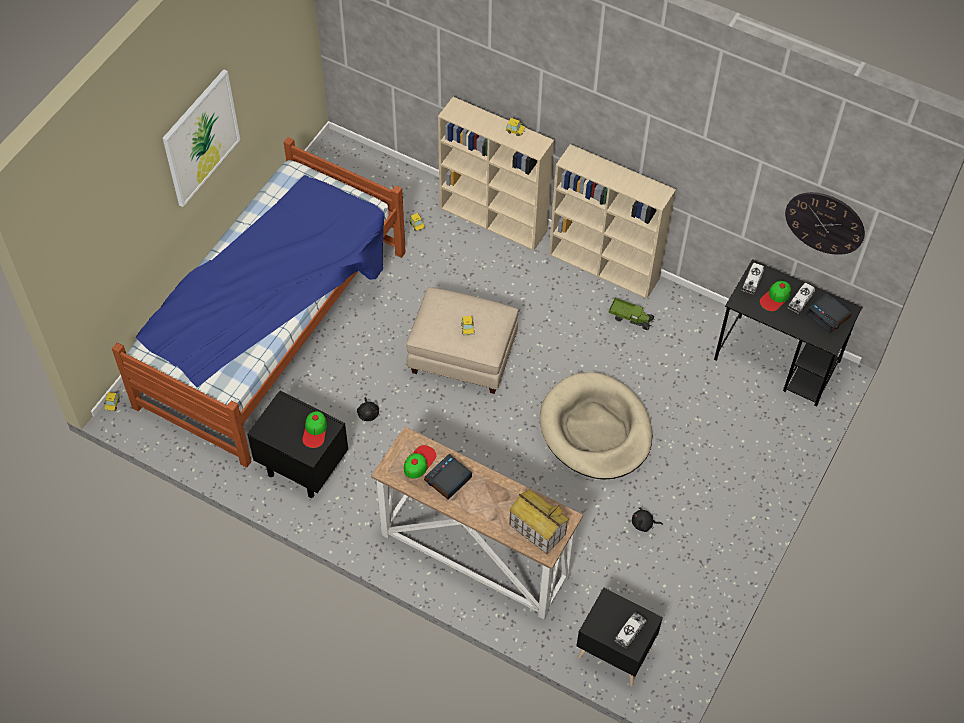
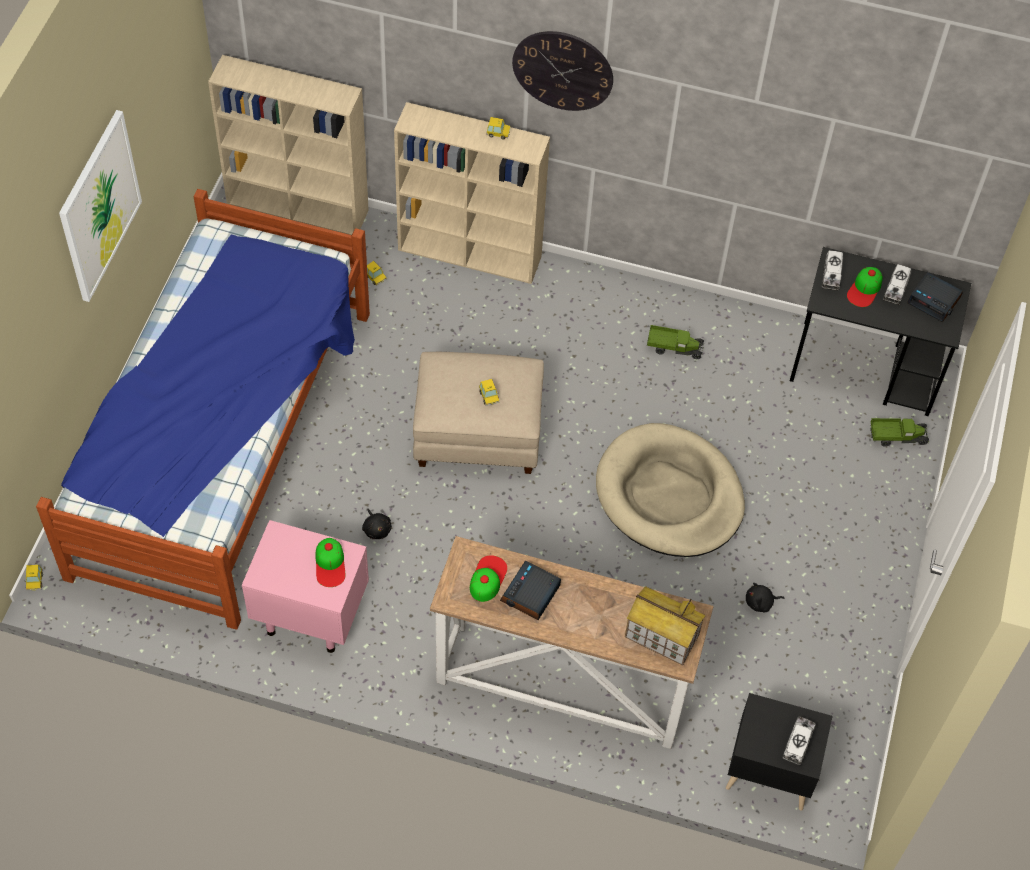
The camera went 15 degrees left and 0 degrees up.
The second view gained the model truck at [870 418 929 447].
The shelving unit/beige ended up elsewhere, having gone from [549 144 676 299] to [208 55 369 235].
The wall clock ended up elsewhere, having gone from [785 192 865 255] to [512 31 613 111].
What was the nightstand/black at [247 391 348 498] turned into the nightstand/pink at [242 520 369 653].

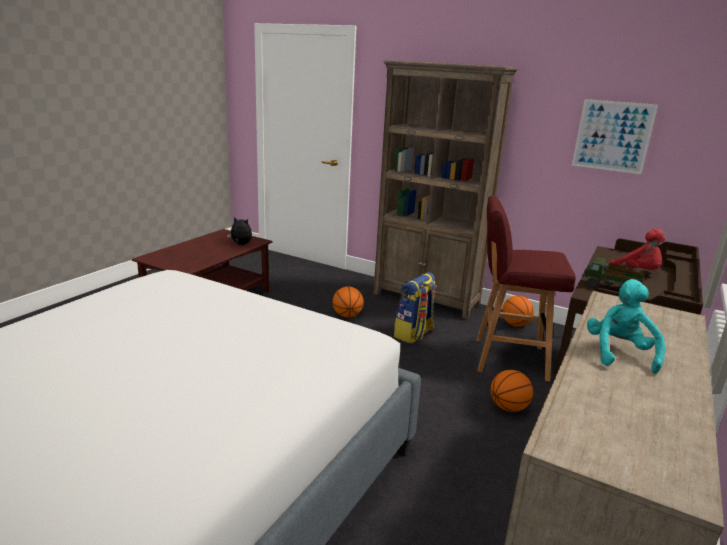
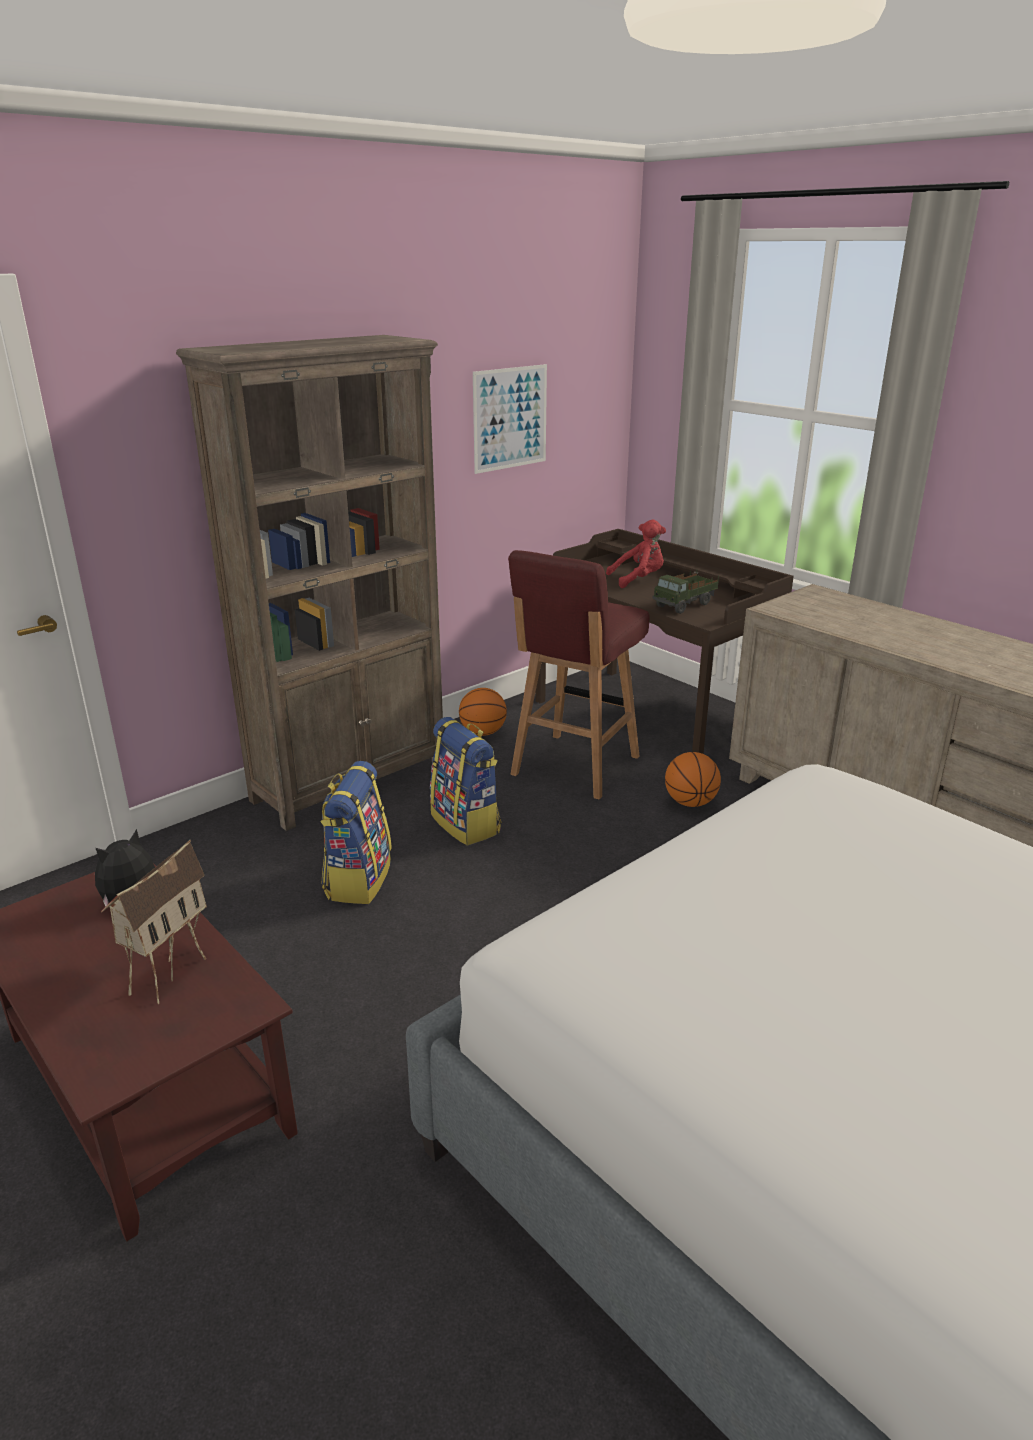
The camera went 70 degrees left and 5 degrees up.
The second view lost the soft toy/blue-green at [587 279 665 374].
The second view gained the model house at [101 840 207 1004].
Where the basketball ball stood at [333 286 364 317], the backpack came to stand at [320 761 392 904].

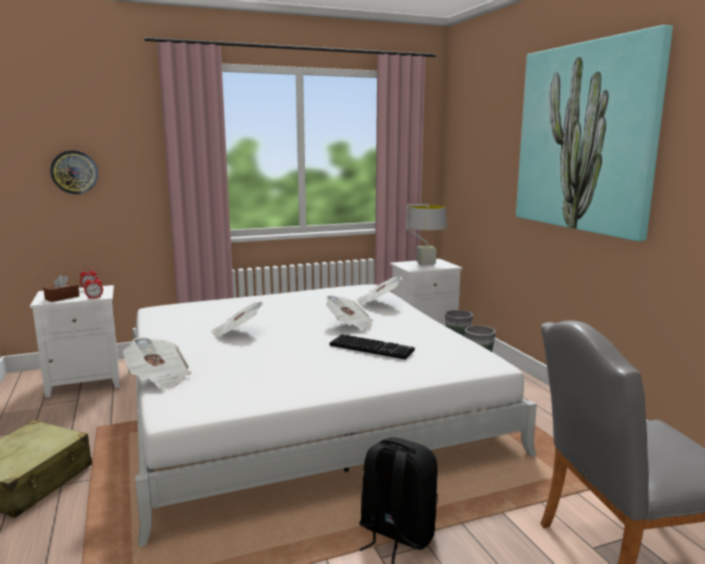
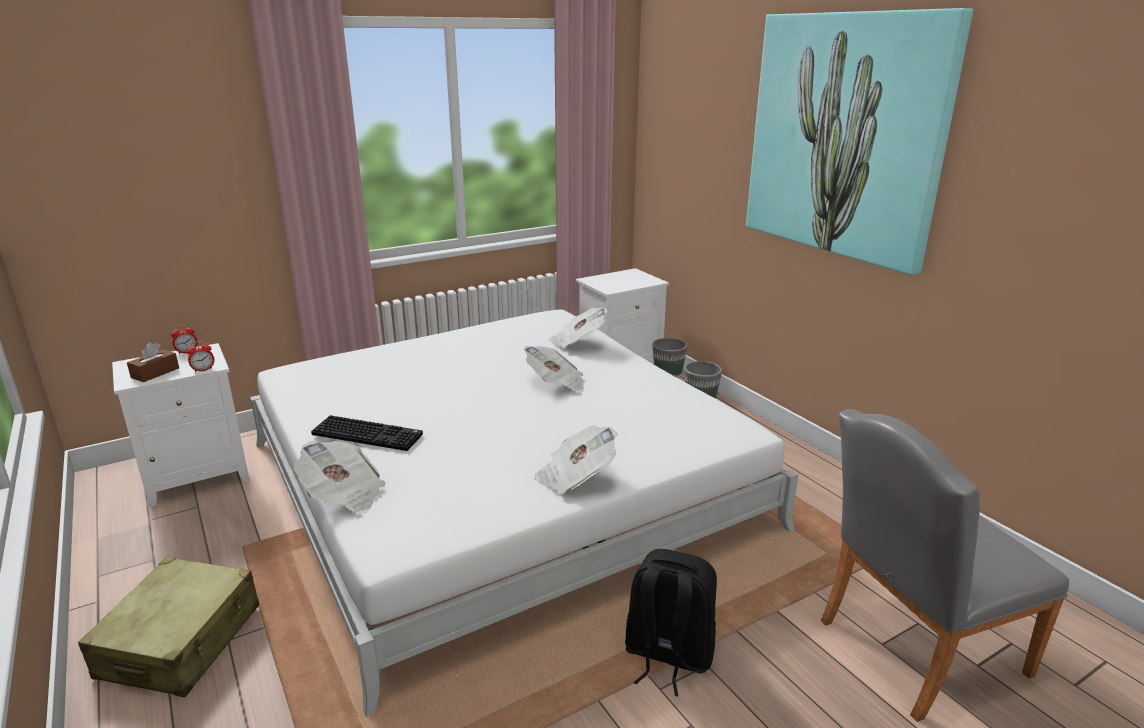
The camera went 10 degrees left and 10 degrees up.
The second view lost the wall clock at [50 150 98 194].
The second view lost the table lamp/gray at [406 204 447 266].
The daily paper ended up elsewhere, having gone from [211 302 263 337] to [534 425 617 494].
The computer keyboard ended up elsewhere, having gone from [330 334 415 359] to [311 415 423 451].

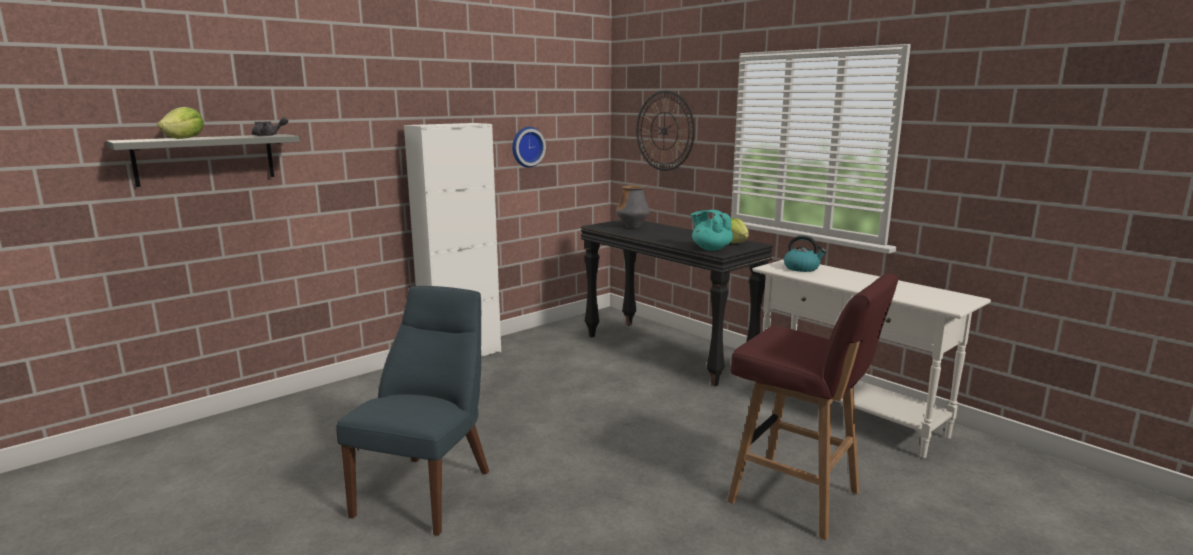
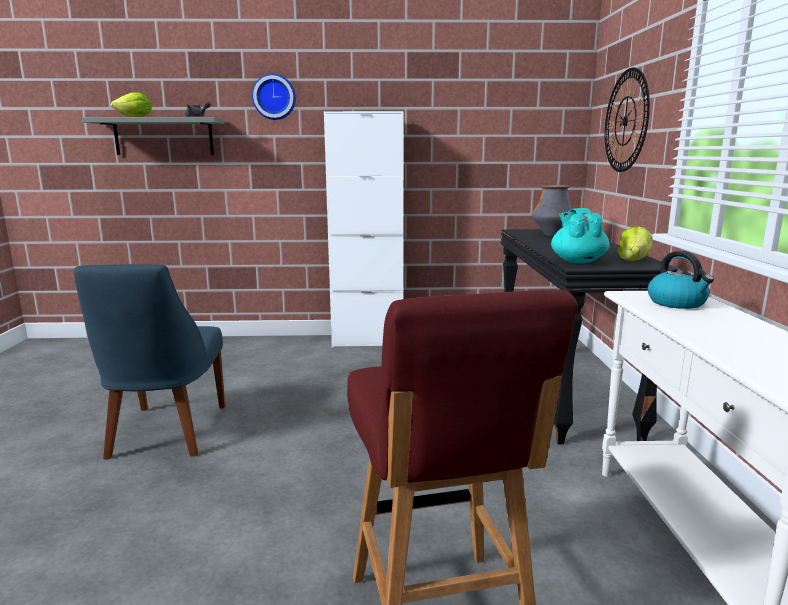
The camera went 40 degrees right and 0 degrees up.
The wall clock ended up elsewhere, having gone from [512 127 546 168] to [252 74 296 120].
The upright chair/blue-coloured at [336 286 489 536] ended up facing another way, 120 degrees clockwise from before.

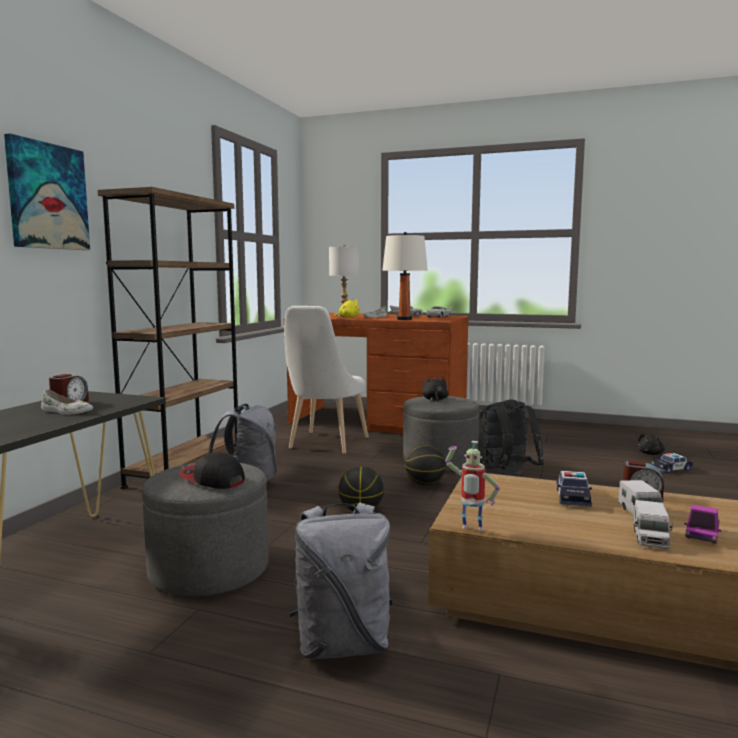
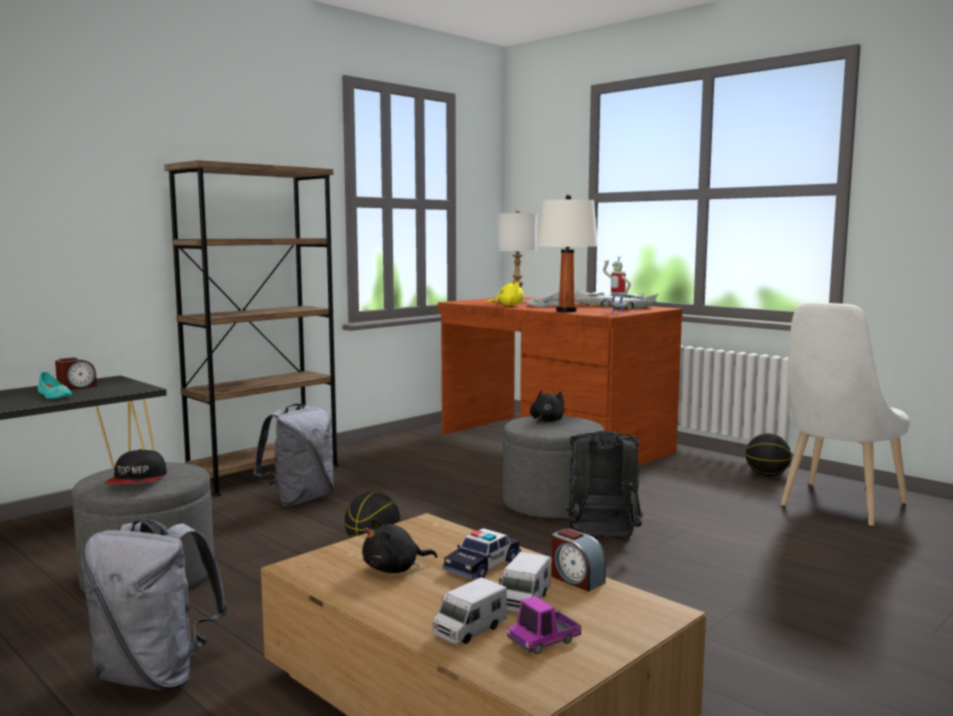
The camera went 25 degrees right and 0 degrees up.
The second view lost the wall art at [4 133 90 250].
The second view lost the model car at [651 453 694 473].
The upright chair/white-coloured ended up elsewhere, having gone from [284 306 368 454] to [781 302 910 526].
The basketball ball ended up elsewhere, having gone from [405 445 446 485] to [746 433 791 477].
The model robot ended up elsewhere, having gone from [445 441 500 531] to [603 257 631 314].
The soft toy/black ended up elsewhere, having gone from [638 433 665 455] to [362 518 437 573].
What was the shoe/white-coloured at [41 389 93 415] turned into the shoe/blue-green at [38 372 72 399].
The cap at [179 452 245 489] ended up facing another way, 150 degrees counterclockwise from before.

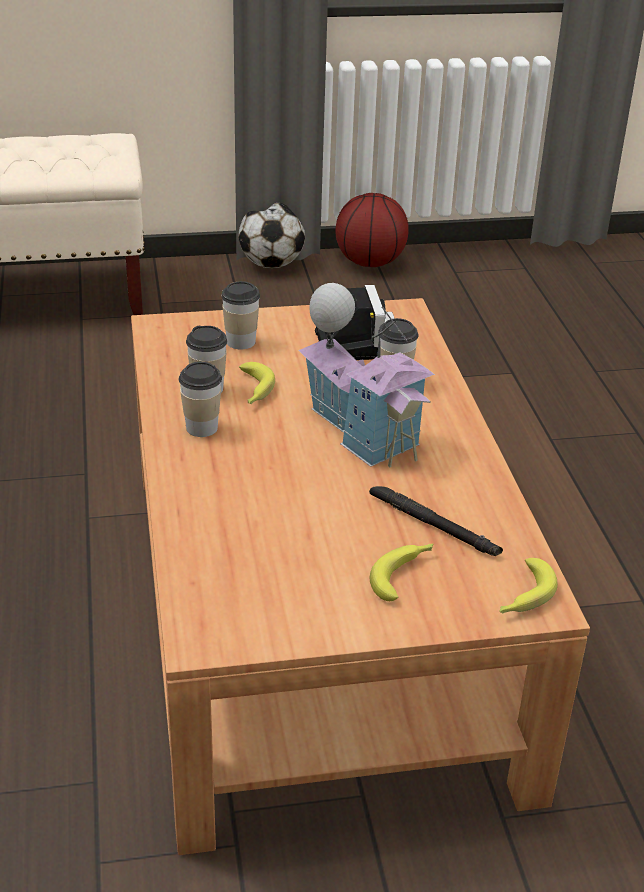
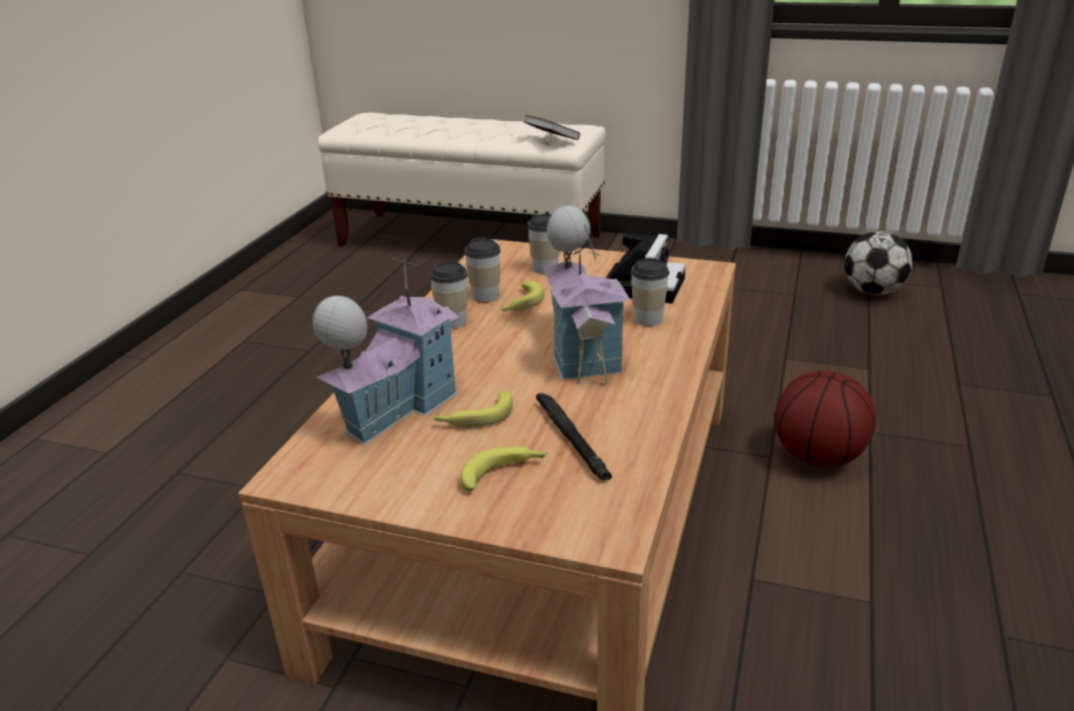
The camera went 30 degrees right and 5 degrees down.
The second view gained the model house at [312 258 460 445].
The second view gained the volume at [523 115 580 140].
The football ended up elsewhere, having gone from [238 203 305 268] to [844 231 913 295].
The basketball ball ended up elsewhere, having gone from [335 193 409 267] to [774 370 876 467].
The banana ended up elsewhere, having gone from [499 558 558 614] to [433 391 513 426].

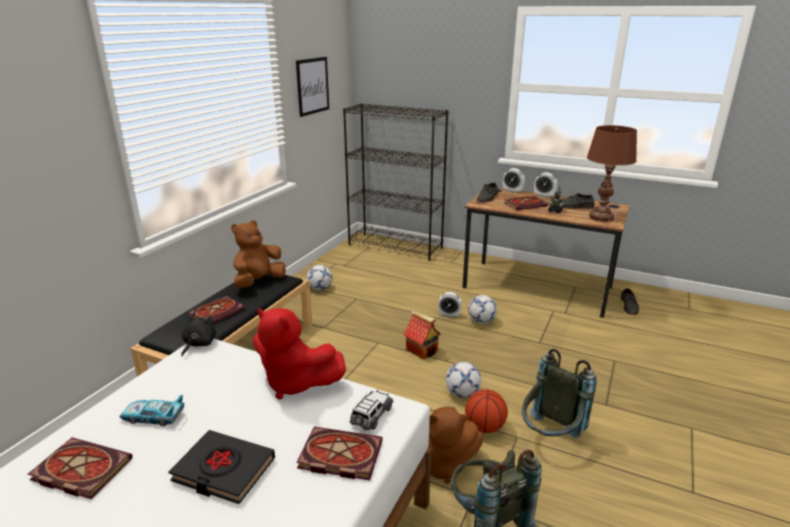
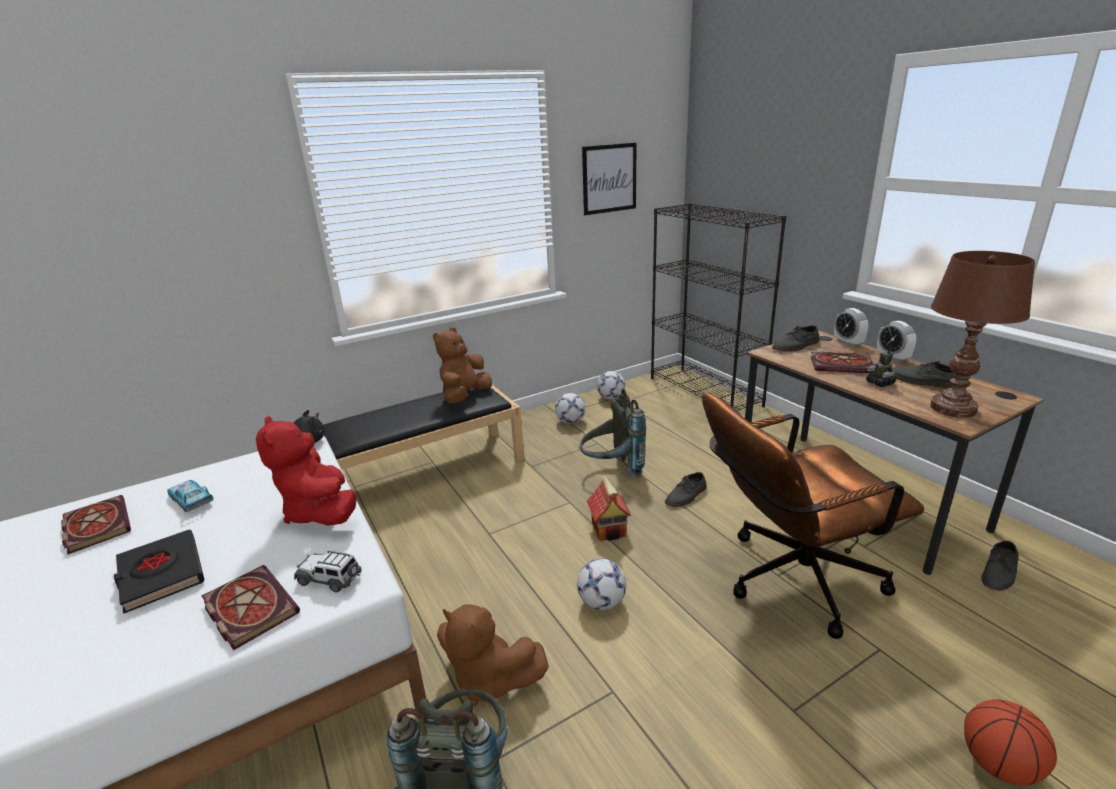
The camera went 35 degrees right and 0 degrees up.
The second view lost the volume at [188 296 245 323].
The second view gained the computer chair/brown-coloured at [702 393 924 639].
The basketball ball ended up elsewhere, having gone from [465 389 508 433] to [964 699 1057 786].
The football ended up elsewhere, having gone from [468 295 497 324] to [597 371 625 400].
The backpack/gray ended up elsewhere, having gone from [522 349 597 438] to [579 389 646 477].
Where the bedside clock stood at [438 292 462 318], the shoe/gray came to stand at [665 472 707 507].
The soft toy/brown-coloured at [231 220 286 288] ended up facing another way, 45 degrees counterclockwise from before.
The model car at [350 390 393 430] ended up facing another way, 135 degrees counterclockwise from before.

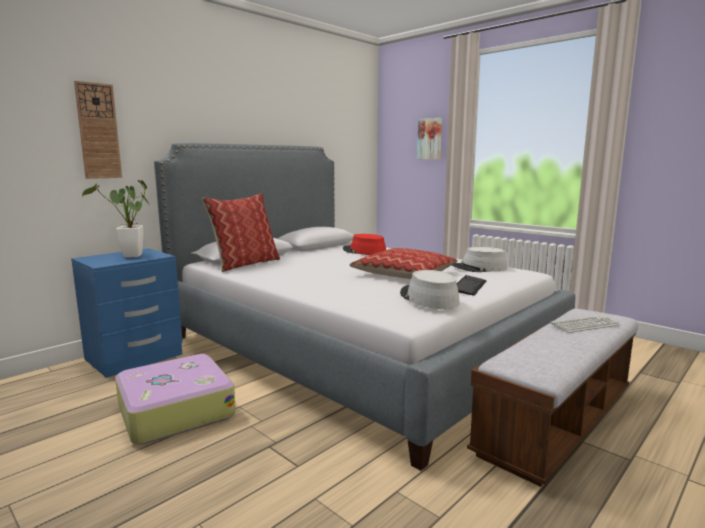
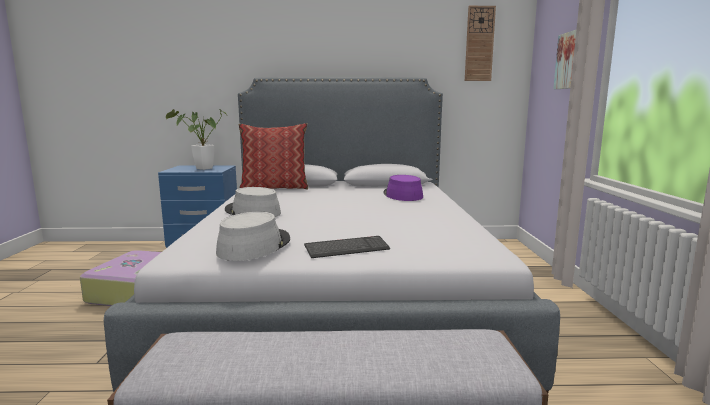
The camera went 45 degrees right and 0 degrees up.
The second view lost the cushion at [349 248 458 279].
The second view lost the computer keyboard at [551 315 621 333].
The wall clock ended up elsewhere, having gone from [74 81 122 179] to [465 6 496 81].
The hat/gray ended up elsewhere, having gone from [452 247 507 272] to [225 187 281 217].
What was the hat/reddish at [343 234 386 255] turned into the hat/purple-coloured at [383 175 423 201].

